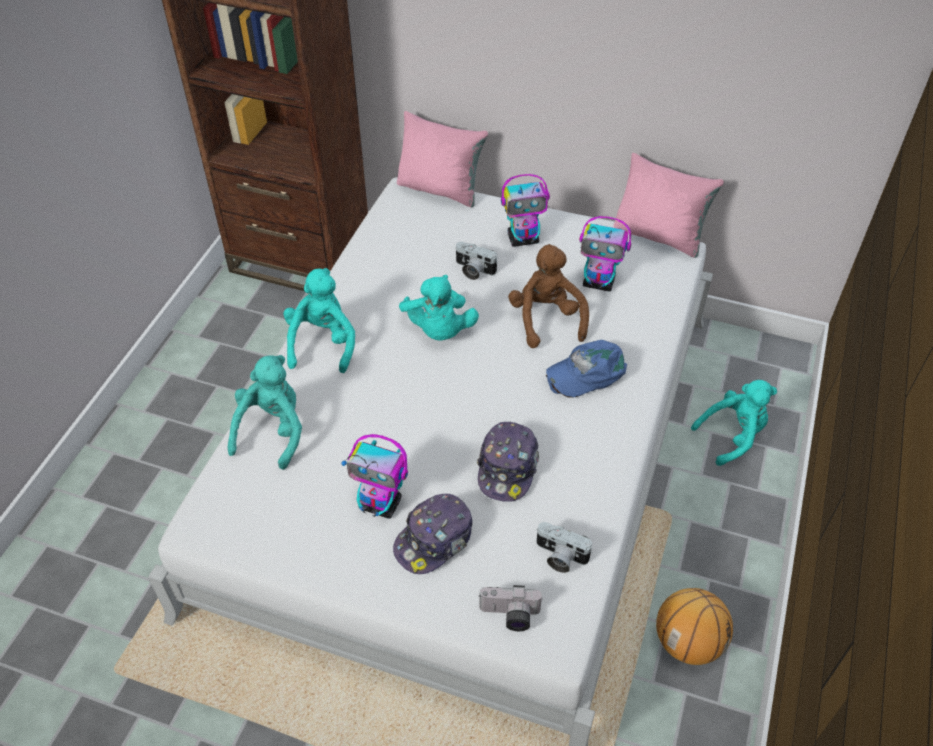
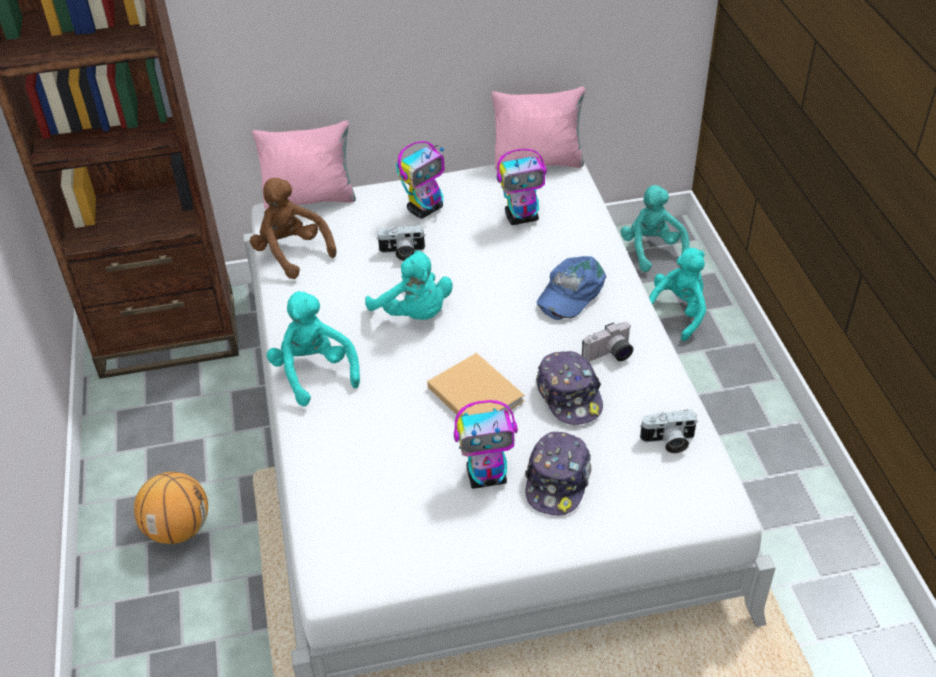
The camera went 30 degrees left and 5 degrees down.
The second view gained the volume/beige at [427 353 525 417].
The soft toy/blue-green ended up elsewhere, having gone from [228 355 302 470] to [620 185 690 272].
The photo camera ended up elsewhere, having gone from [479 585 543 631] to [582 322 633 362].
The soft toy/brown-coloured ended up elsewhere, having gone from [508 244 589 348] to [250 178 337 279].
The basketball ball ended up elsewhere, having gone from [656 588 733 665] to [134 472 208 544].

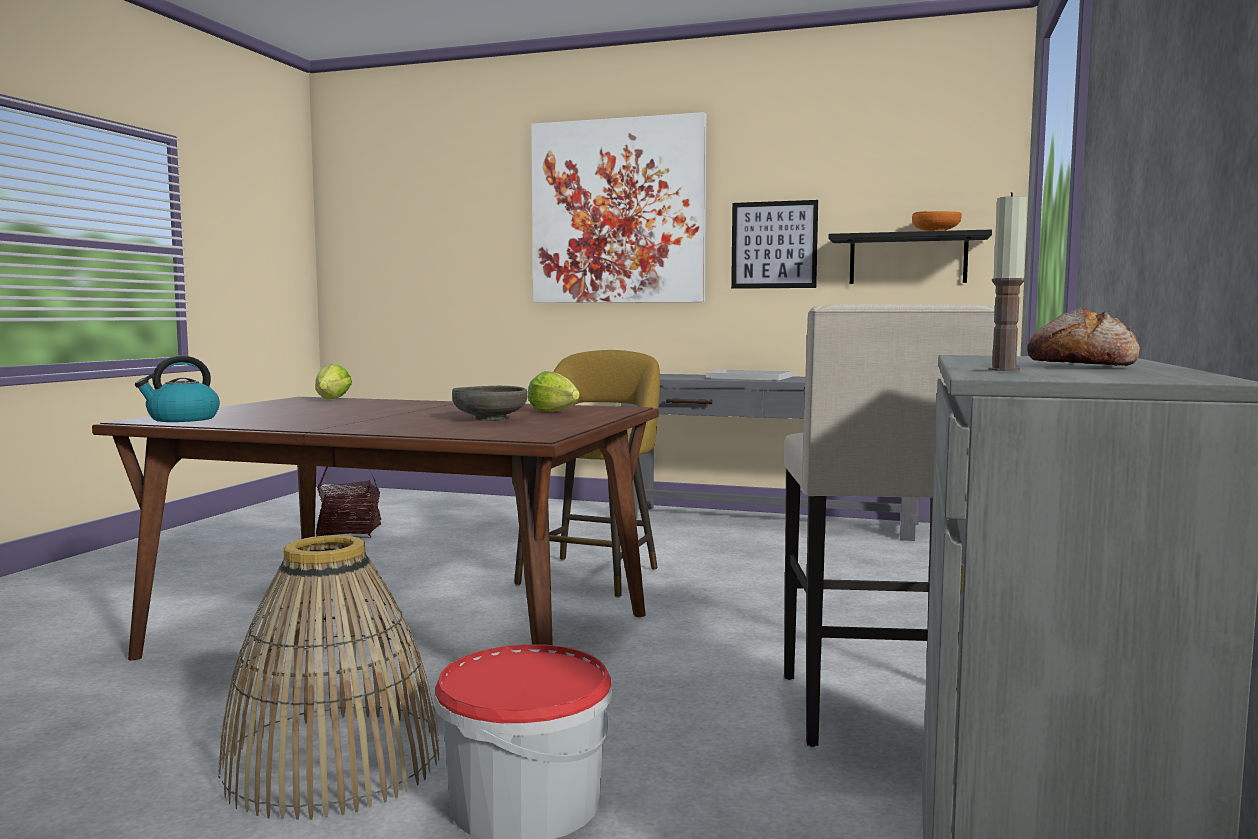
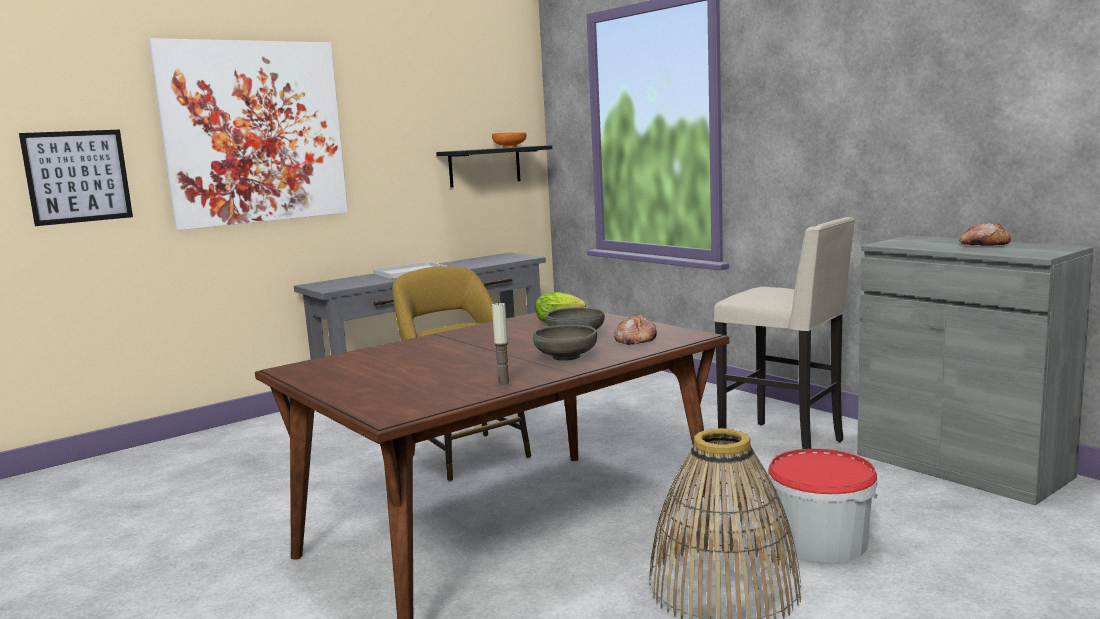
The camera went 55 degrees left and 5 degrees up.
The second view lost the tea kettle at [135 356 220 422].
The second view lost the lettuce head at [315 364 352 399].
The second view lost the household basket at [316 467 381 538].
The second view gained the bowl/gray at [533 325 597 361].
The second view gained the bread at [614 314 657 345].
The wall art ended up elsewhere, having gone from [731 200 818 289] to [19 130 133 226].
The wax candle ended up elsewhere, having gone from [988 192 1027 371] to [492 302 511 387].

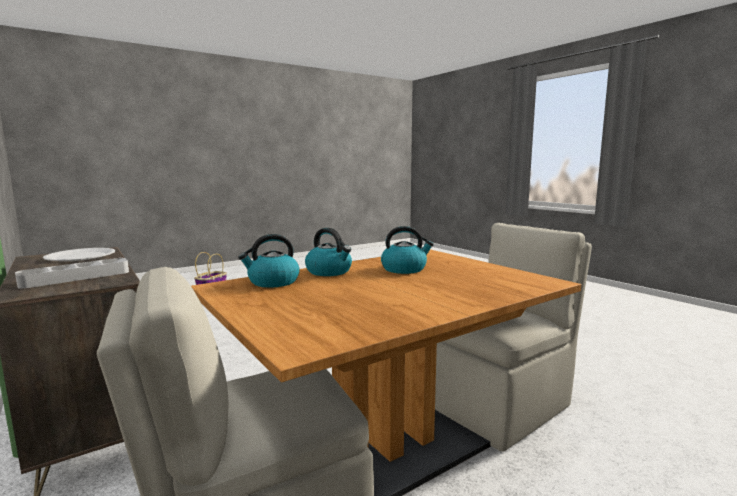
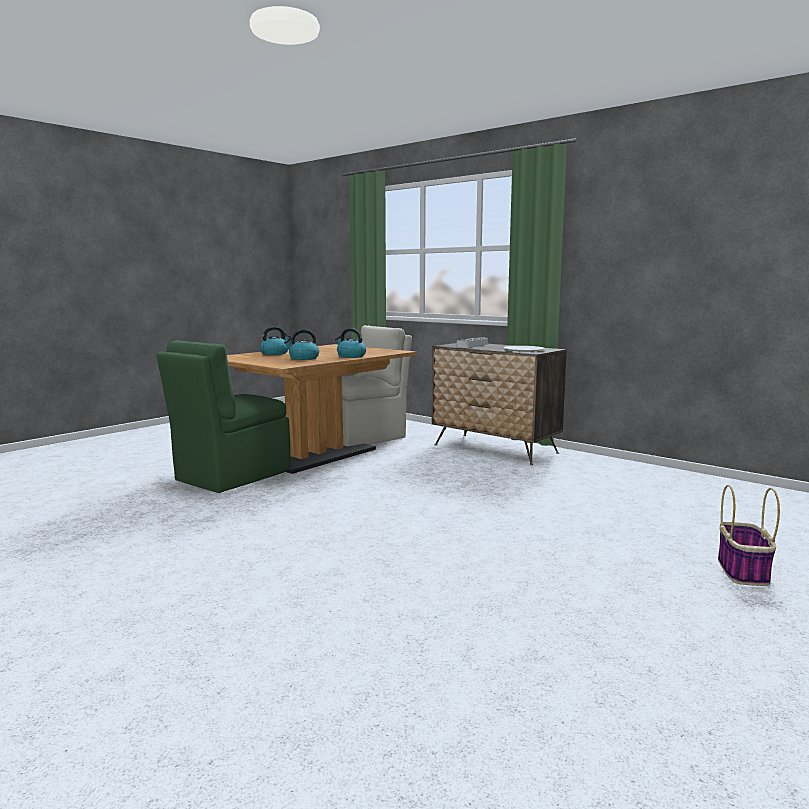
The camera went 165 degrees right and 0 degrees up.
The tea kettle ended up elsewhere, having gone from [238 234 300 288] to [260 327 291 355].
What was the upright chair/beige at [435 223 592 452] turned into the upright chair/green-coloured at [156 340 290 493].

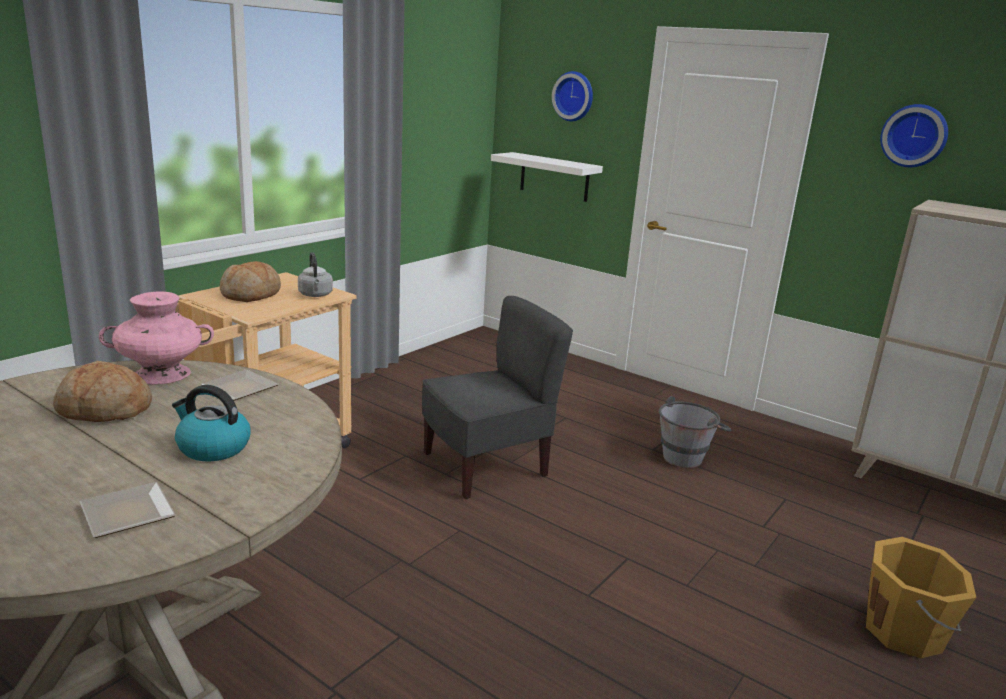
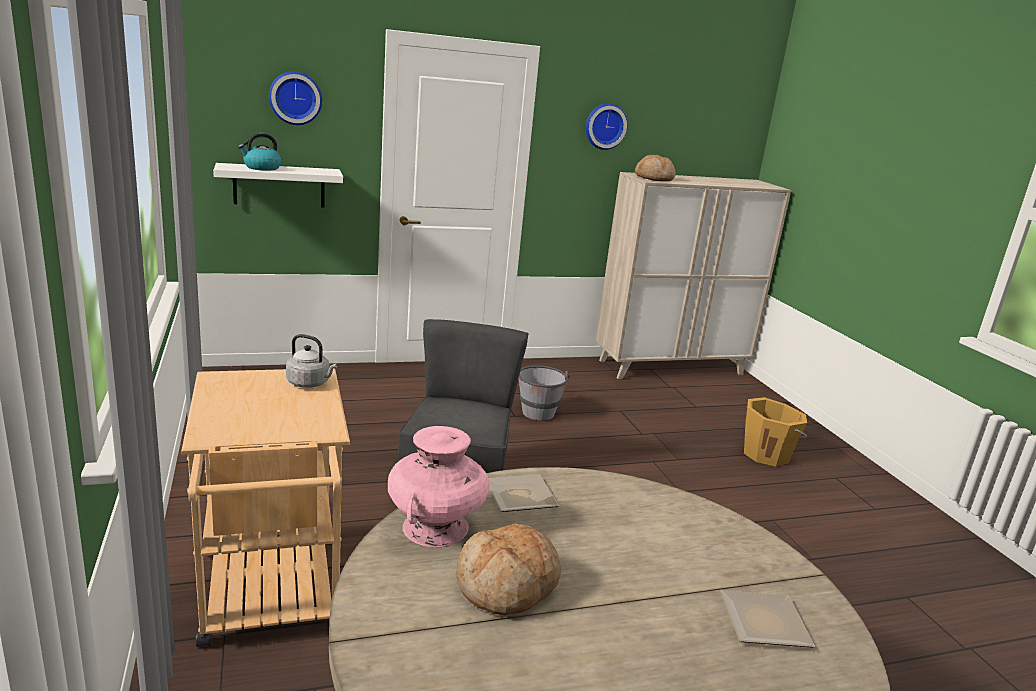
The camera went 55 degrees left and 0 degrees up.
The tea kettle ended up elsewhere, having gone from [172 385 250 461] to [238 133 282 171].
The bread ended up elsewhere, having gone from [220 261 281 302] to [635 155 676 181].

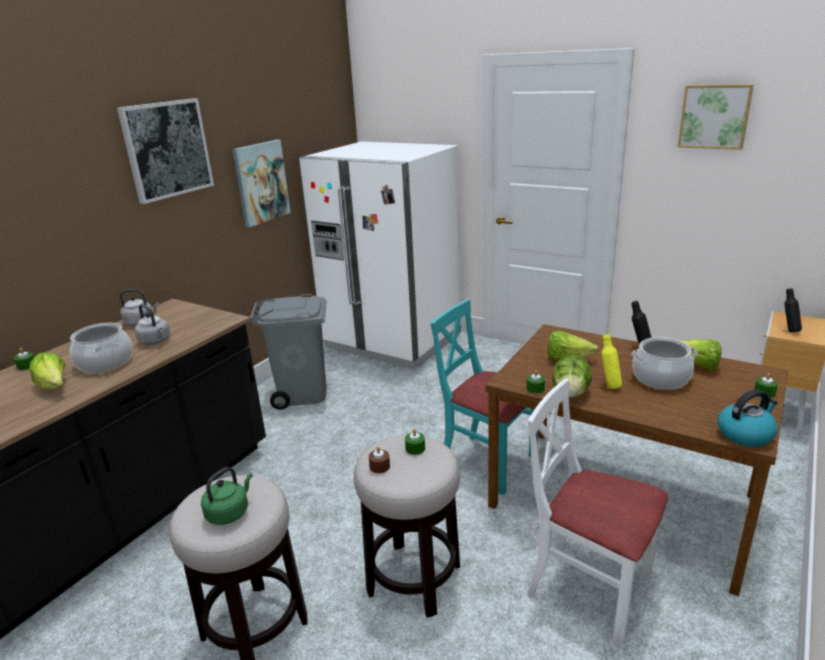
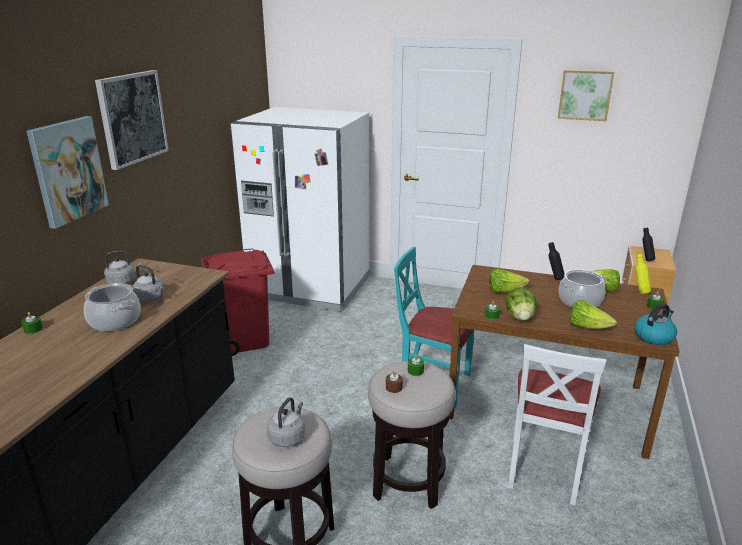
The camera went 15 degrees left and 0 degrees up.
The lettuce head ended up elsewhere, having gone from [29 352 65 389] to [570 300 617 329].
The wall art ended up elsewhere, having gone from [233 140 291 227] to [26 116 109 229].
The drink bottle/yellow-coloured ended up elsewhere, having gone from [601 334 622 389] to [635 253 651 294].
What was the tea kettle/green-coloured at [201 467 253 525] turned into the tea kettle/gray at [267 397 305 447].
What was the rubbish bin/gray at [250 294 327 410] turned into the rubbish bin/reddish at [201 248 275 356].
The upright chair/white-coloured at [527 379 668 647] ended up facing another way, 90 degrees counterclockwise from before.

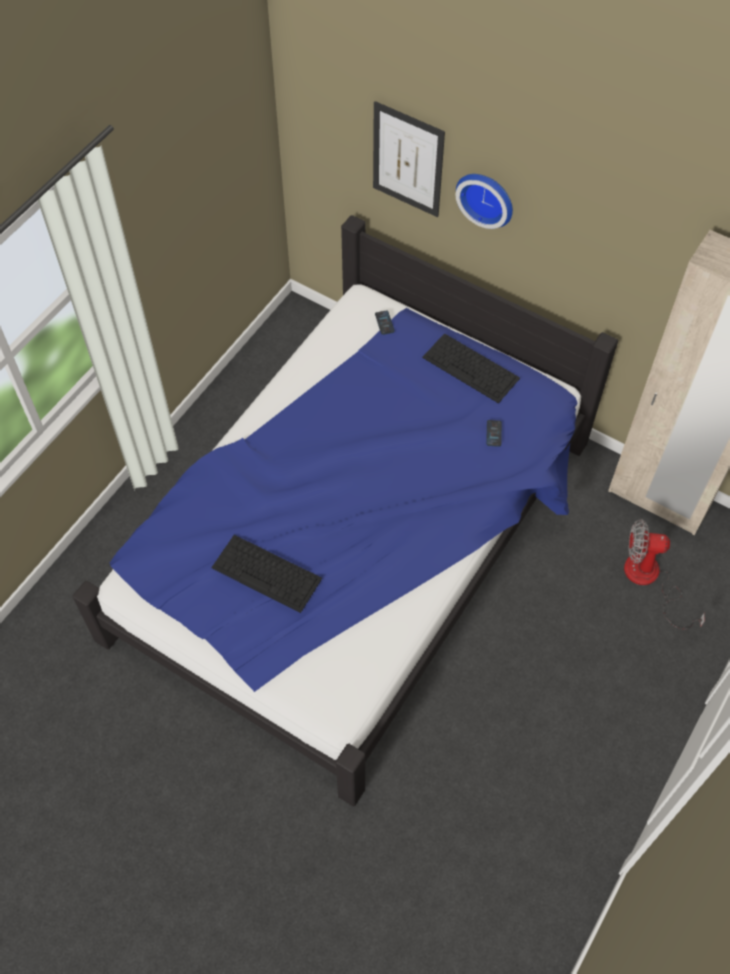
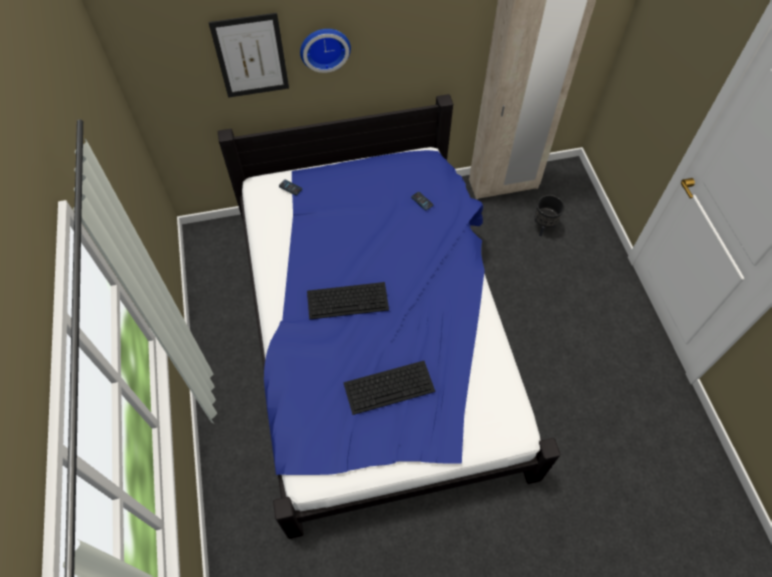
The camera went 45 degrees left and 0 degrees up.
The computer keyboard ended up elsewhere, having gone from [422 333 520 403] to [307 282 389 320].
Where the electric fan stood at [624 519 704 630], the planter/black came to stand at [534 195 565 237].

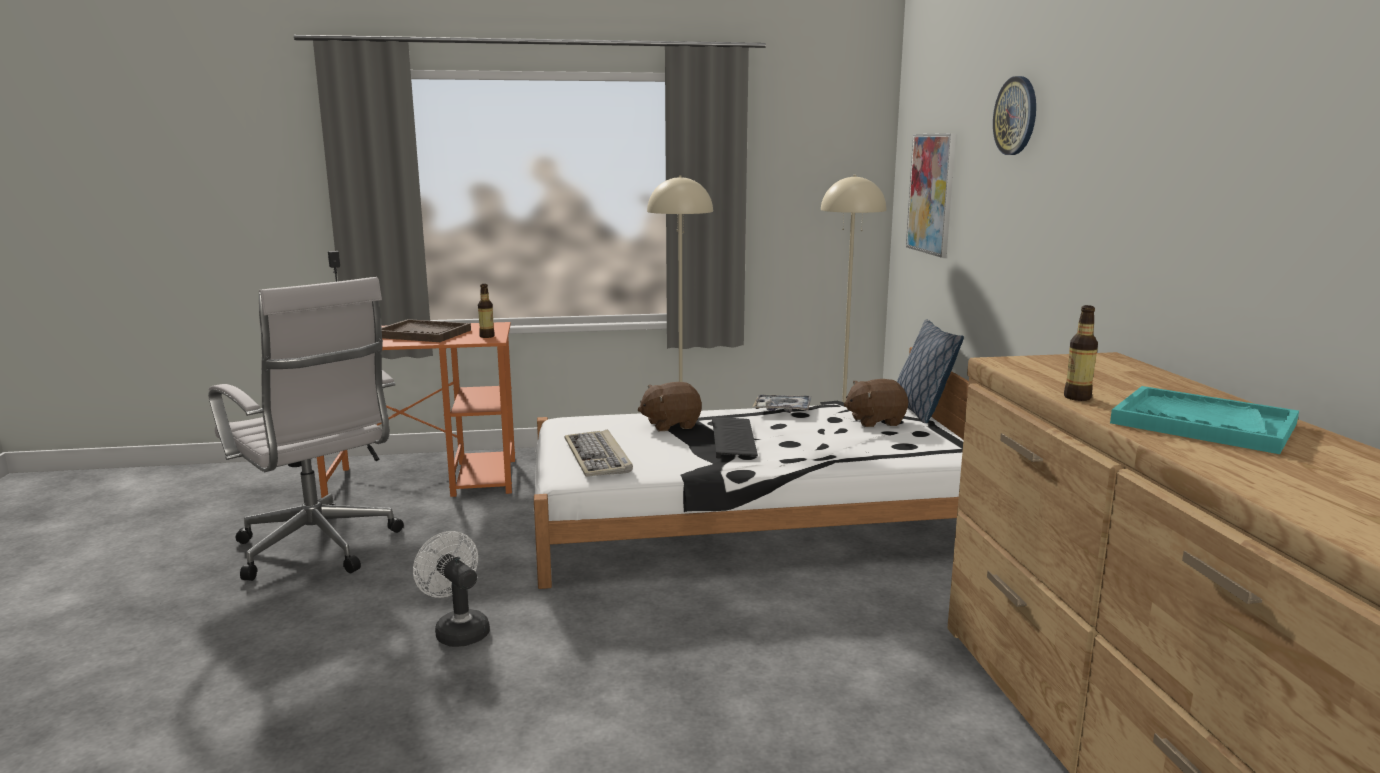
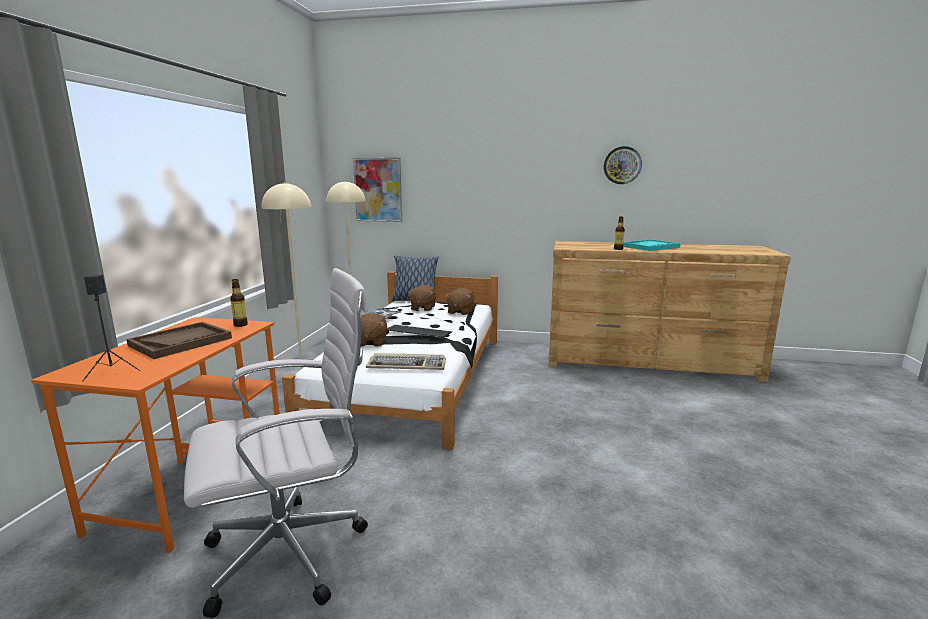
The camera went 70 degrees left and 0 degrees up.
The second view lost the electric fan/white-coloured at [413 531 490 647].
The second view gained the soft toy/brown-coloured at [445 288 474 315].
The wall clock ended up elsewhere, having gone from [993 76 1036 155] to [604 146 642 184].

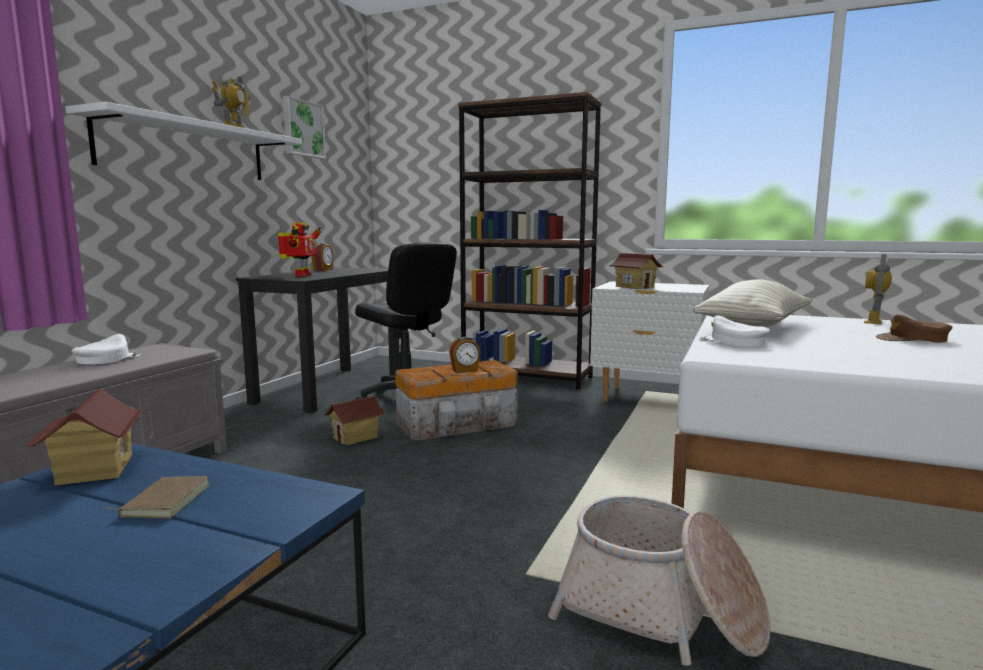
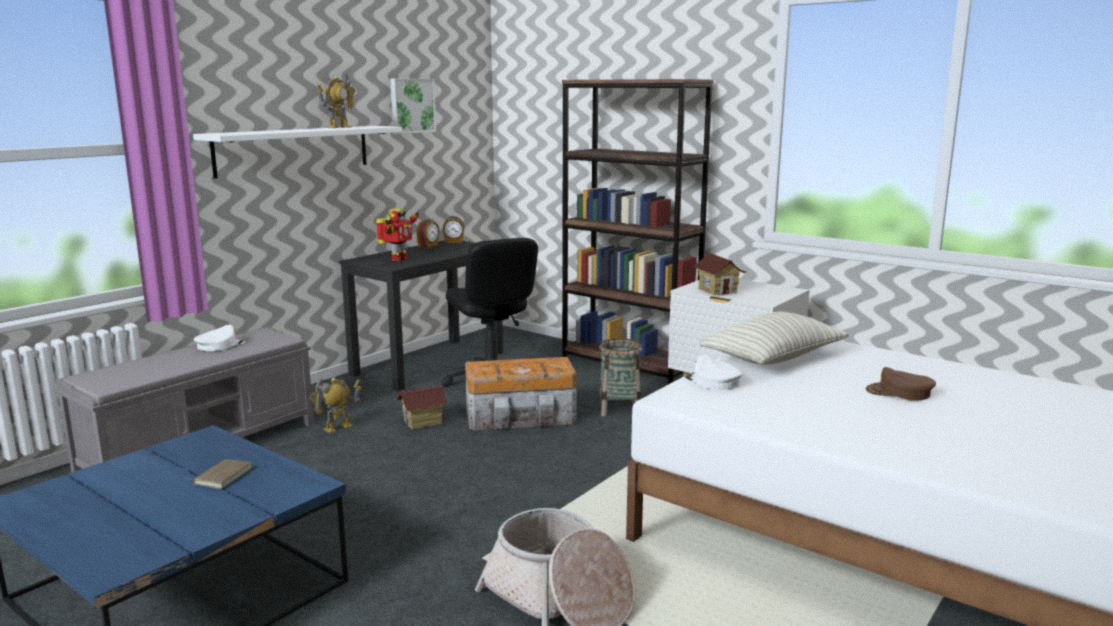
The camera went 15 degrees right and 5 degrees up.
The second view lost the model house at [27 389 144 485].
The second view gained the household basket at [599 338 642 417].
The bedside clock ended up elsewhere, having gone from [449 337 481 373] to [443 216 464 243].
The model robot ended up elsewhere, having gone from [864 254 892 324] to [310 377 361 433].

